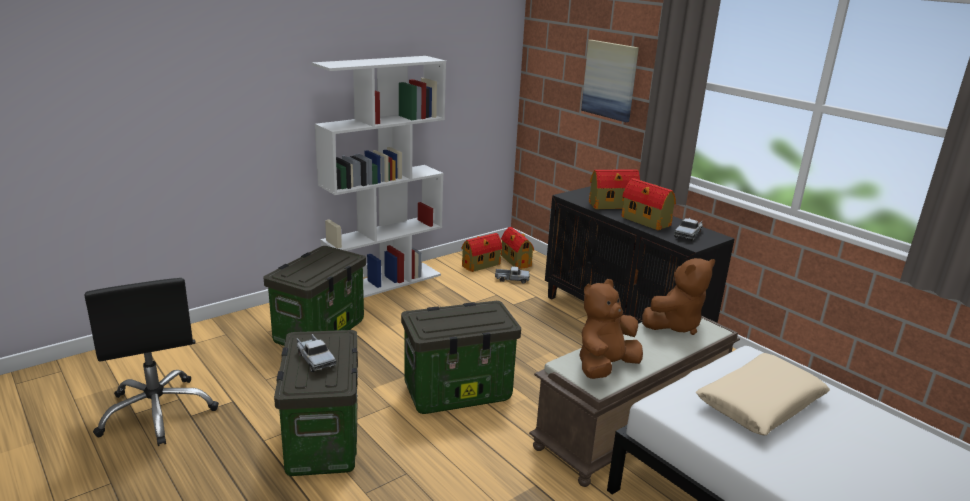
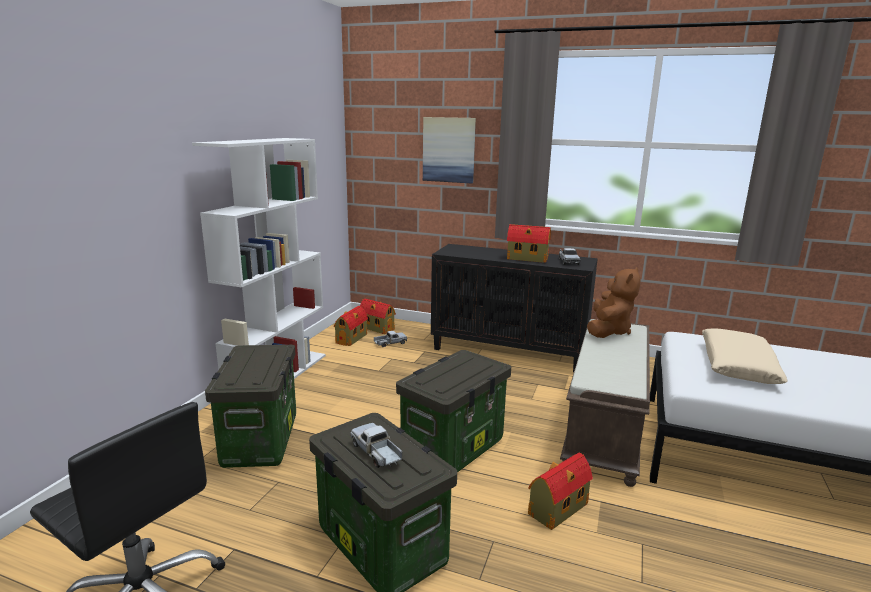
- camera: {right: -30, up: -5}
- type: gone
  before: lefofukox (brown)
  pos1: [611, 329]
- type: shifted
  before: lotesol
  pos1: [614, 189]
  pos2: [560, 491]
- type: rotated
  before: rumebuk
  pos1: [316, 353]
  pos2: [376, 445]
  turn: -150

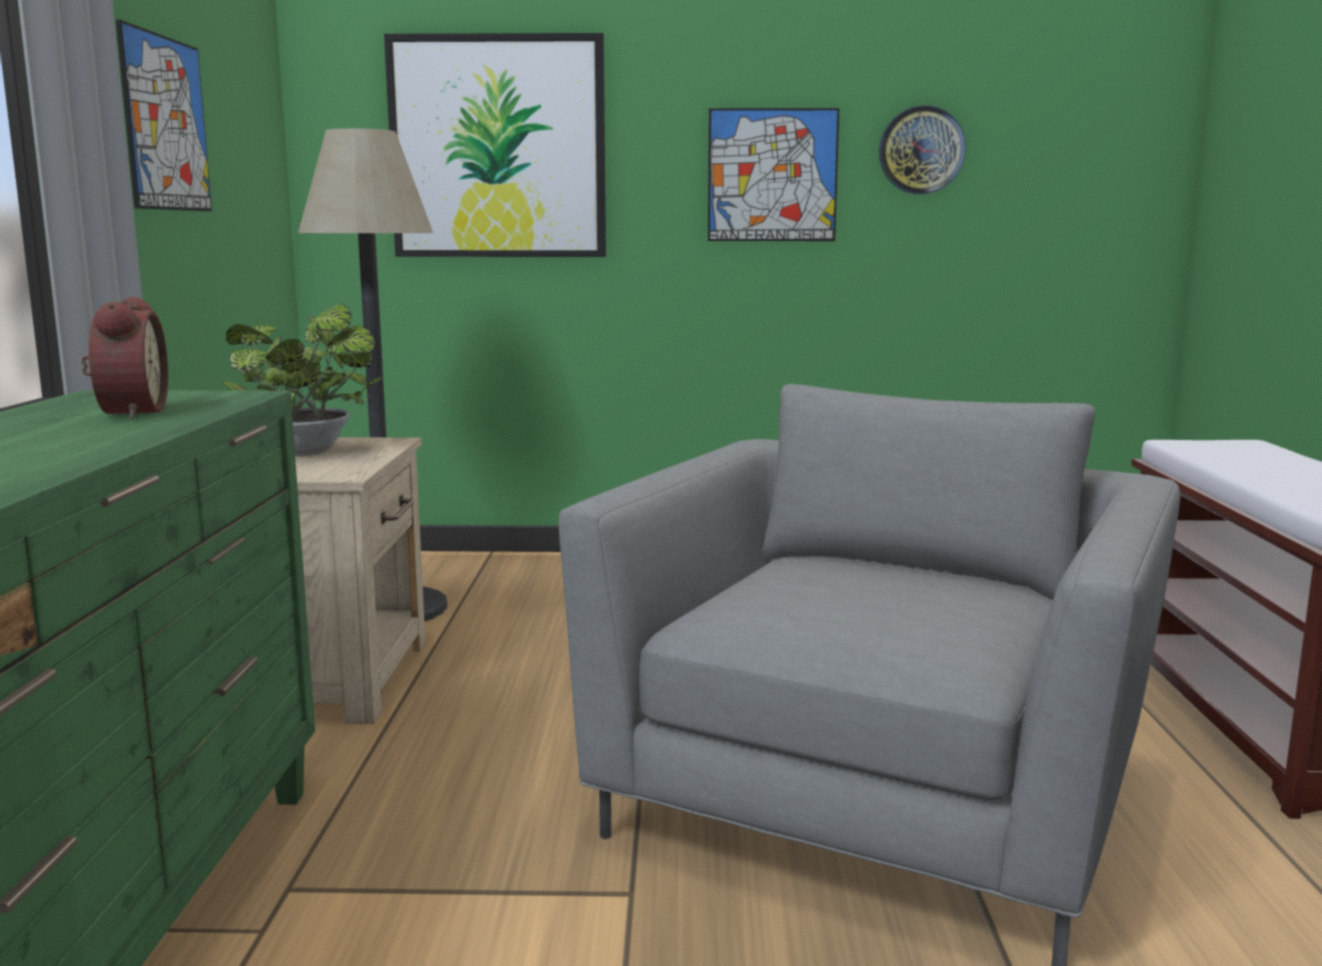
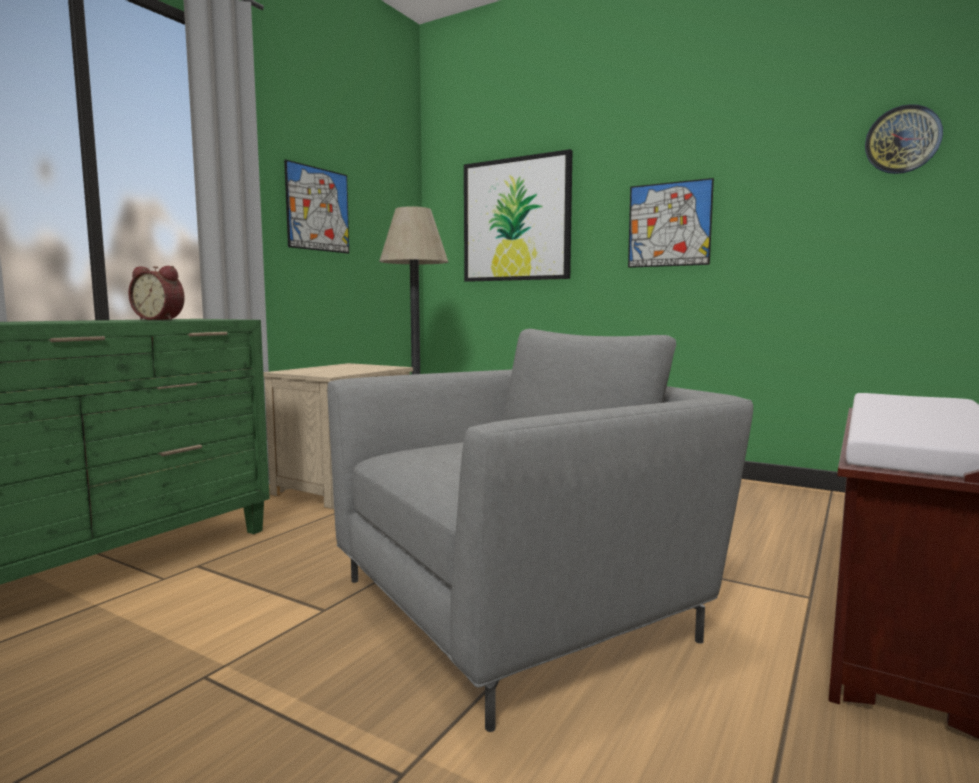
- camera: {right: 30, up: -5}
- type: gone
  before: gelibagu
  pos1: [301, 380]
- type: shifted
  before: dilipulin
  pos1: [922, 149]
  pos2: [904, 139]
- type: rotated
  before: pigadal
  pos1: [124, 358]
  pos2: [156, 293]
  turn: 90

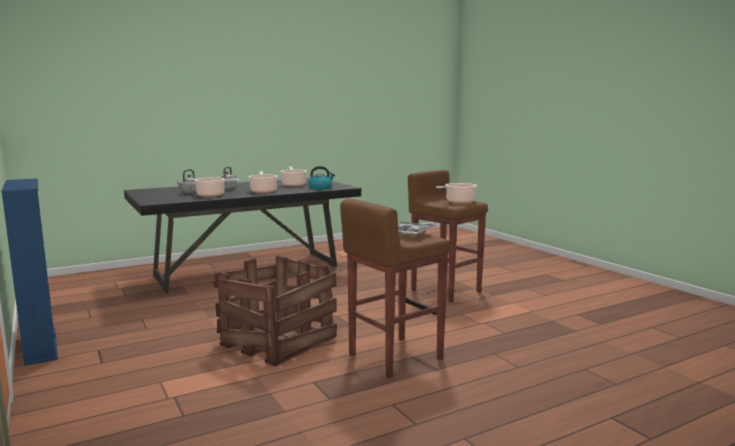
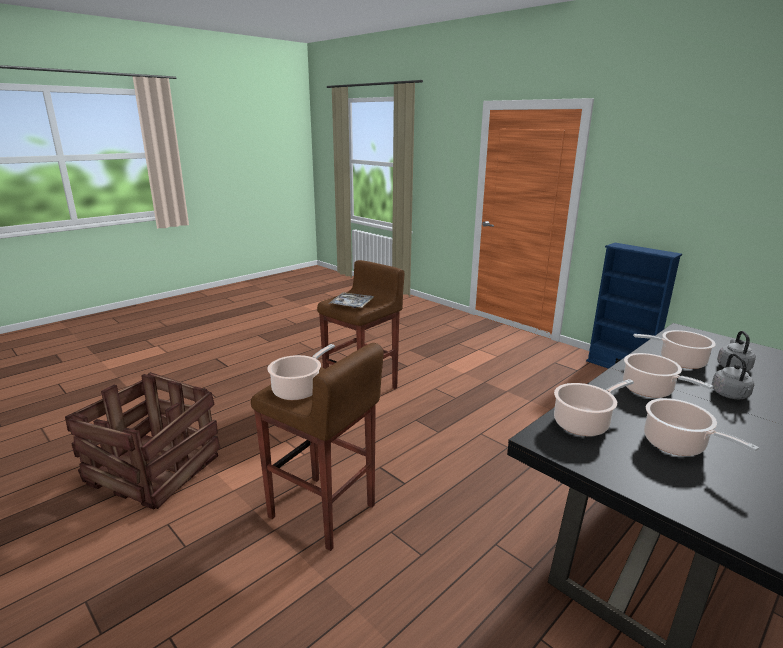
- camera: {right: 165, up: 10}
- type: shifted
  before: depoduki
  pos1: [275, 310]
  pos2: [142, 441]
- type: swapped
  before: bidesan
  after: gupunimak
  pos1: [321, 178]
  pos2: [594, 407]

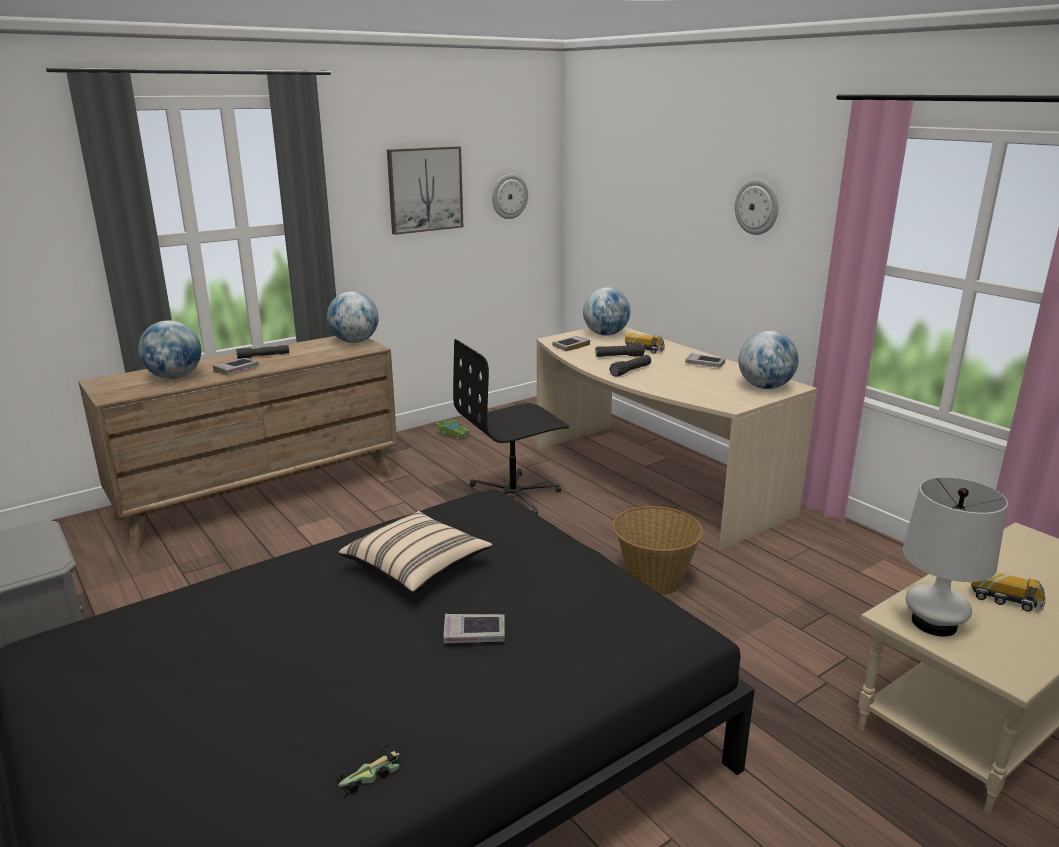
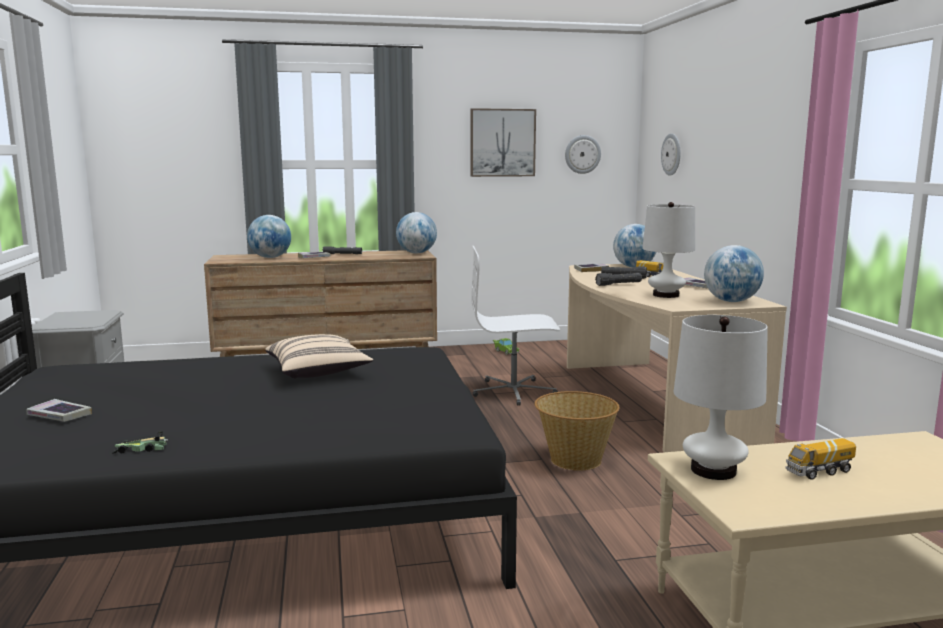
- camera: {right: 25, up: -10}
- type: new
  after: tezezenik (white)
  pos2: [668, 250]
- type: shifted
  before: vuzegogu
  pos1: [474, 628]
  pos2: [59, 410]
- type: shifted
  before: dilipulin
  pos1: [756, 207]
  pos2: [671, 154]
- type: repainted
  before: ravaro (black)
  after: ravaro (white)
  pos1: [511, 427]
  pos2: [515, 326]
- type: rotated
  before: rumebuk
  pos1: [1008, 591]
  pos2: [820, 459]
  turn: 105

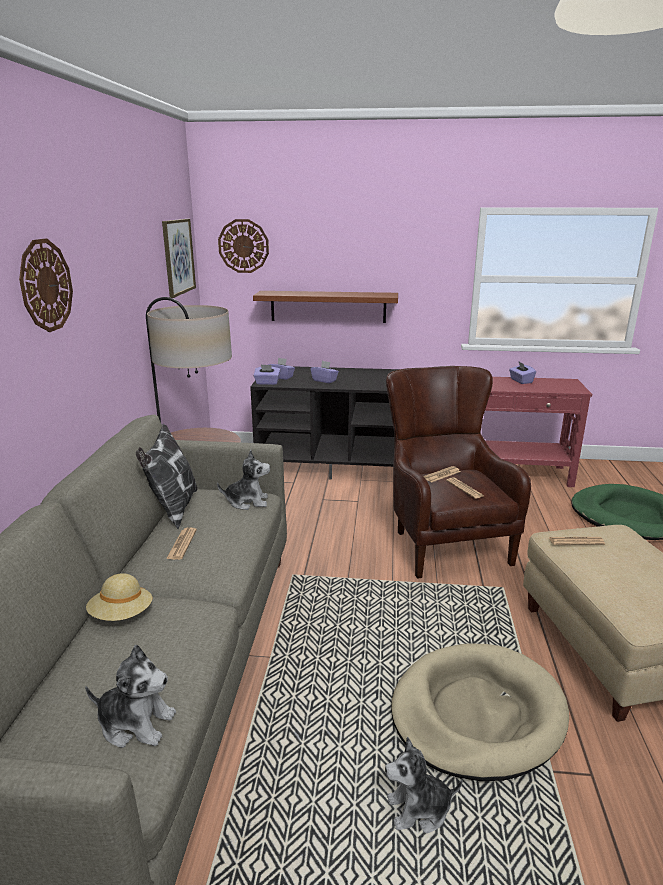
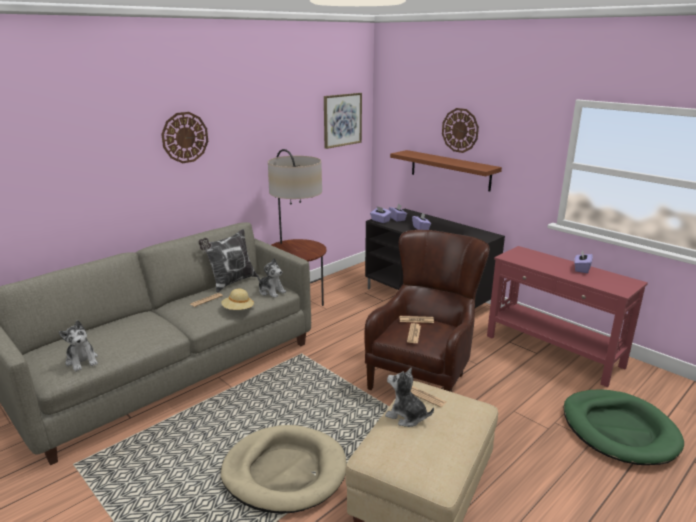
- camera: {right: 40, up: 0}
- type: shifted
  before: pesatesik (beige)
  pos1: [119, 597]
  pos2: [237, 299]
- type: shifted
  before: dilipulin
  pos1: [243, 246]
  pos2: [460, 130]
- type: shifted
  before: lefofukox
  pos1: [424, 785]
  pos2: [409, 397]

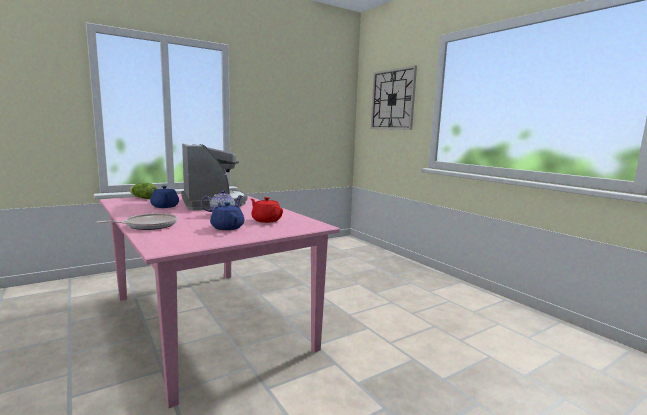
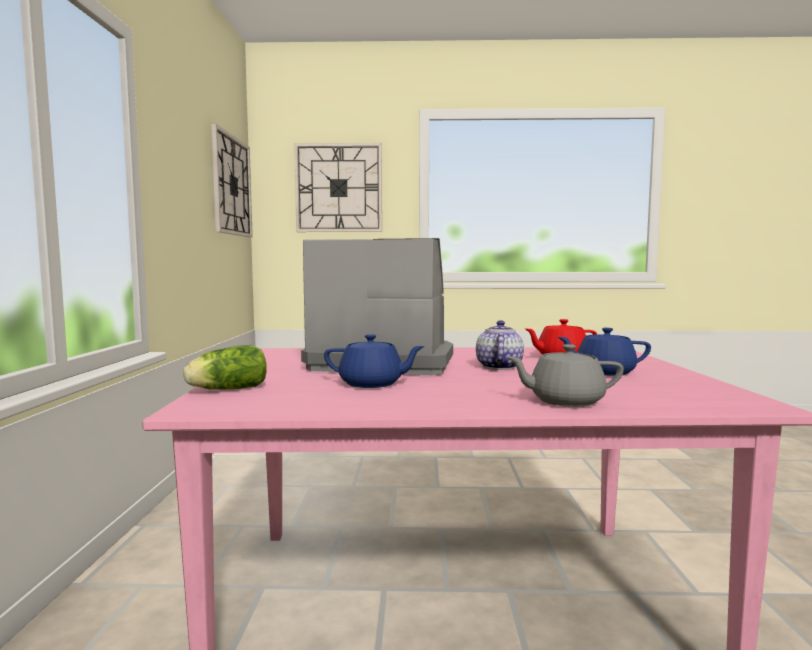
- camera: {right: -55, up: -5}
- type: new
  after: dilipulin
  pos2: [232, 180]
- type: swapped
  before: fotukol
  after: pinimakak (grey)
  pos1: [137, 221]
  pos2: [565, 375]

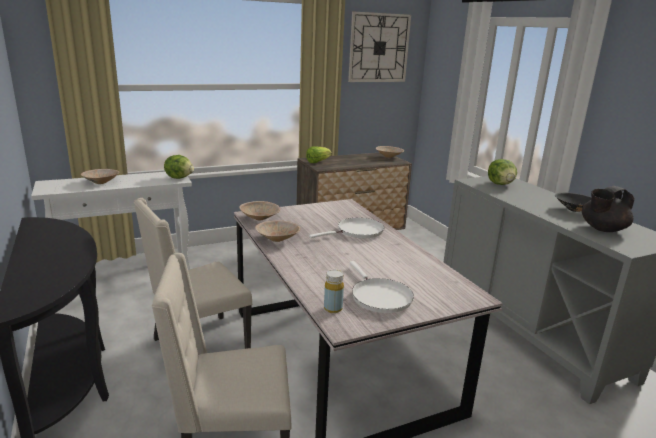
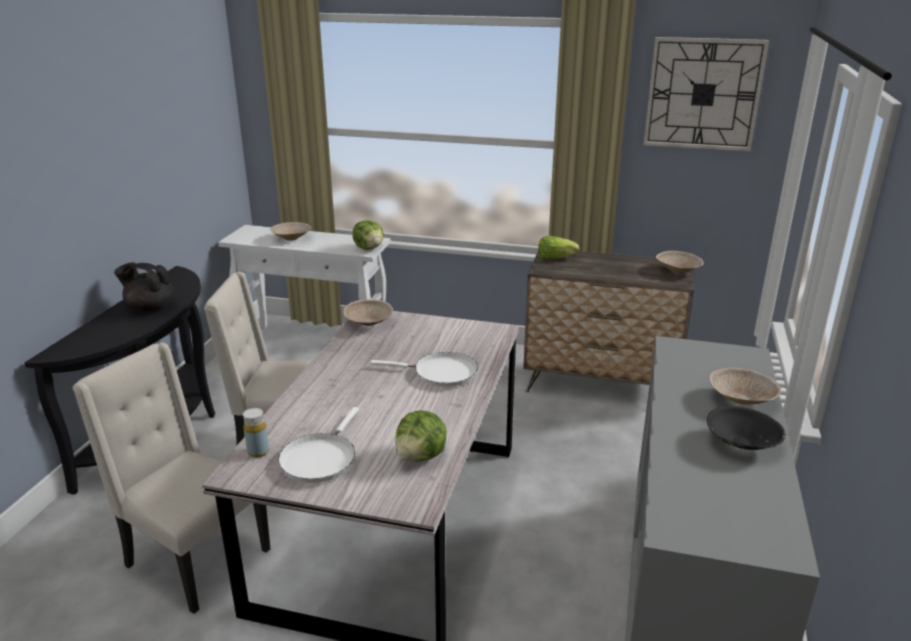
- camera: {right: 40, up: 5}
- type: shifted
  before: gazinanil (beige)
  pos1: [277, 231]
  pos2: [745, 386]
- type: shifted
  before: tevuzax
  pos1: [502, 172]
  pos2: [421, 436]
- type: shifted
  before: pinimakak (black)
  pos1: [608, 209]
  pos2: [144, 287]

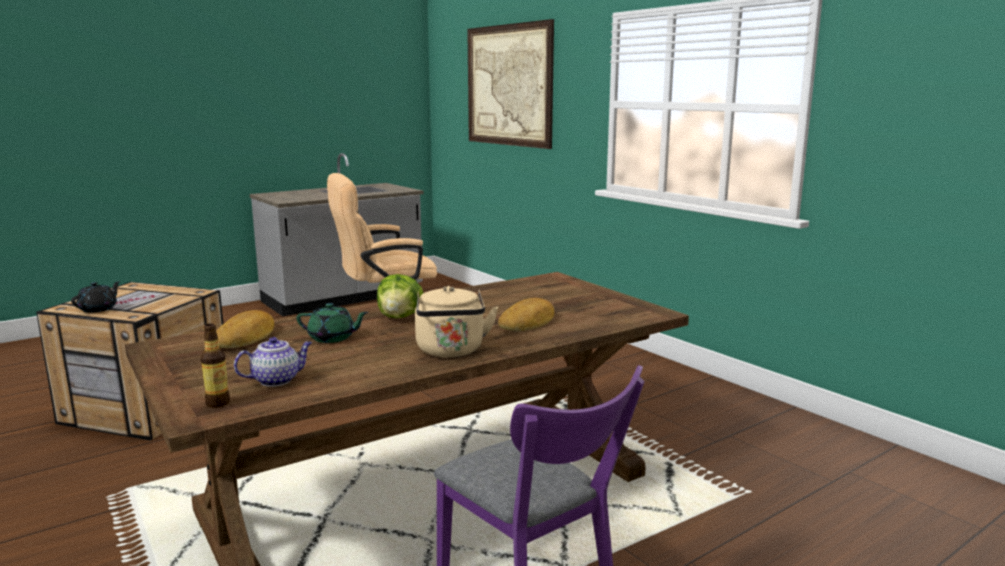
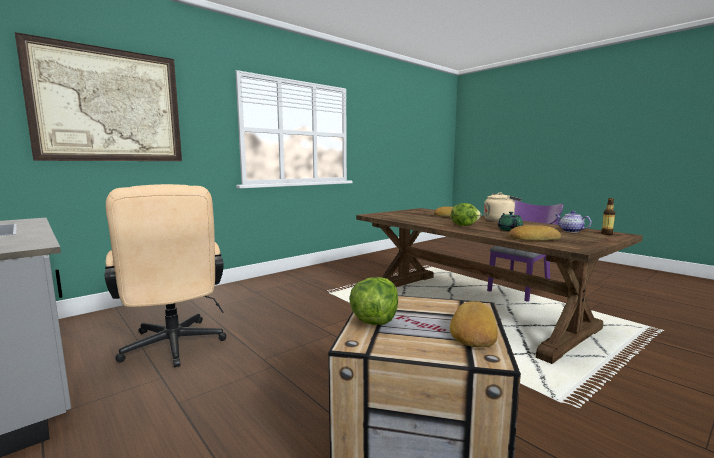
- camera: {right: -95, up: -5}
- type: new
  after: tevuzax
  pos2: [373, 301]
- type: swapped
  before: pinimakak (black)
  after: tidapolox
  pos1: [95, 297]
  pos2: [474, 324]

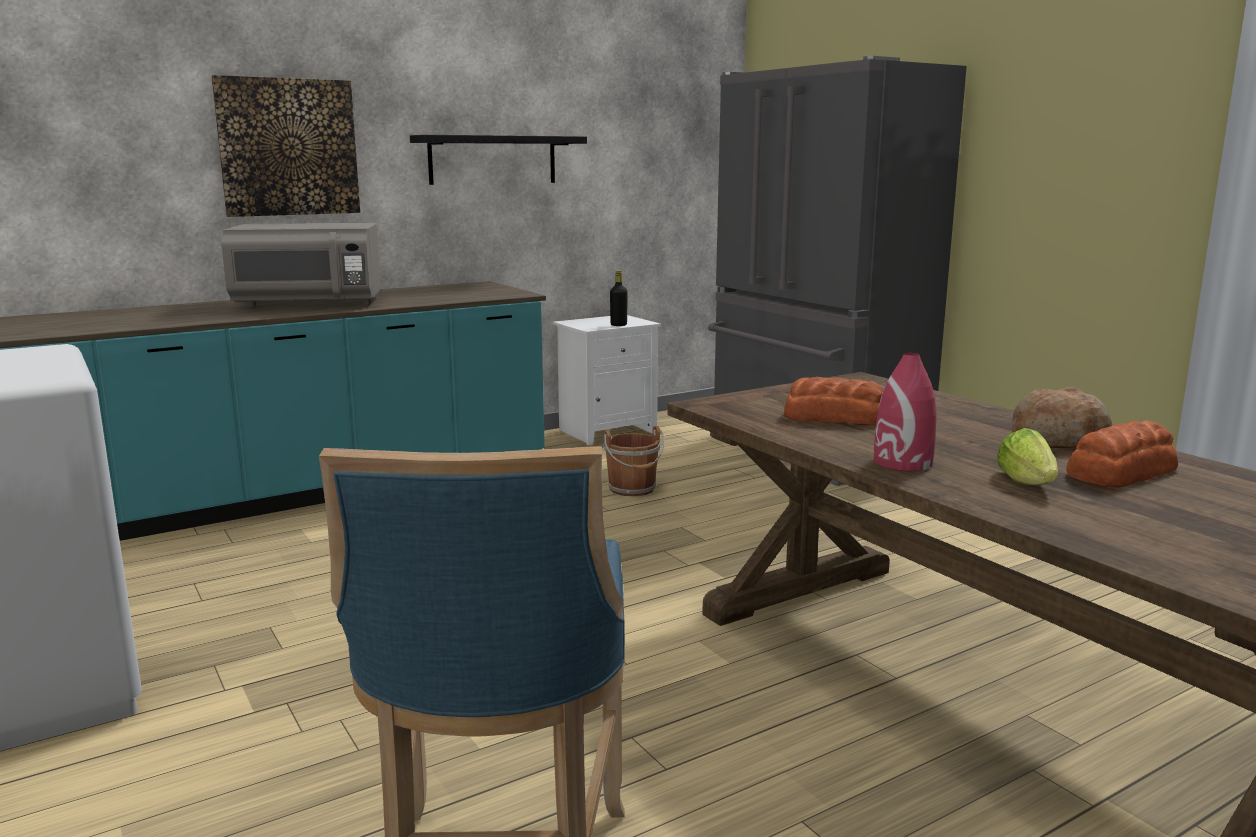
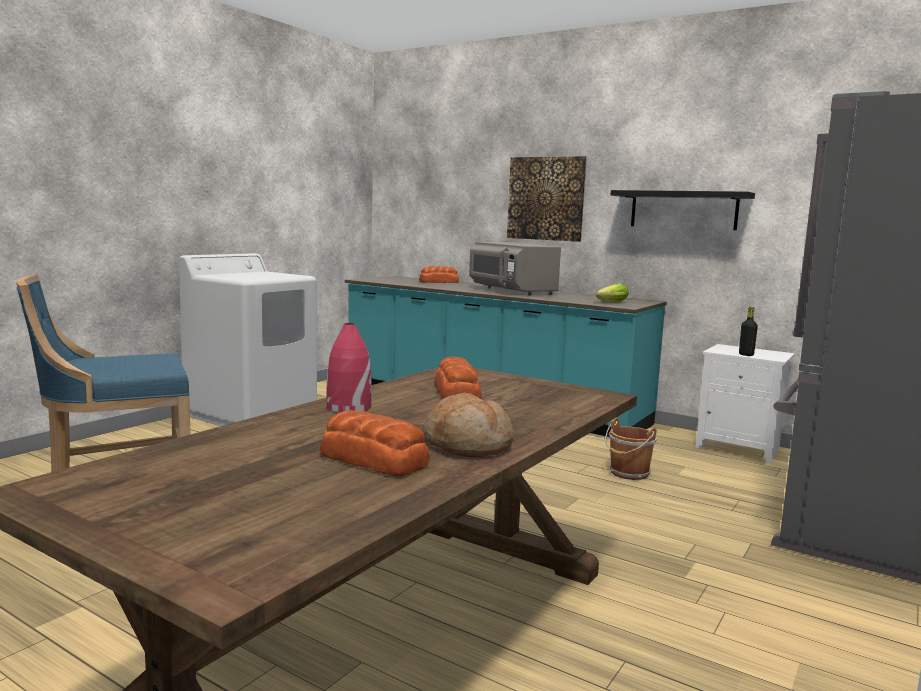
- camera: {right: 65, up: -5}
- type: new
  after: tidapolox
  pos2: [439, 274]
- type: shifted
  before: tevuzax
  pos1: [1027, 456]
  pos2: [612, 293]

